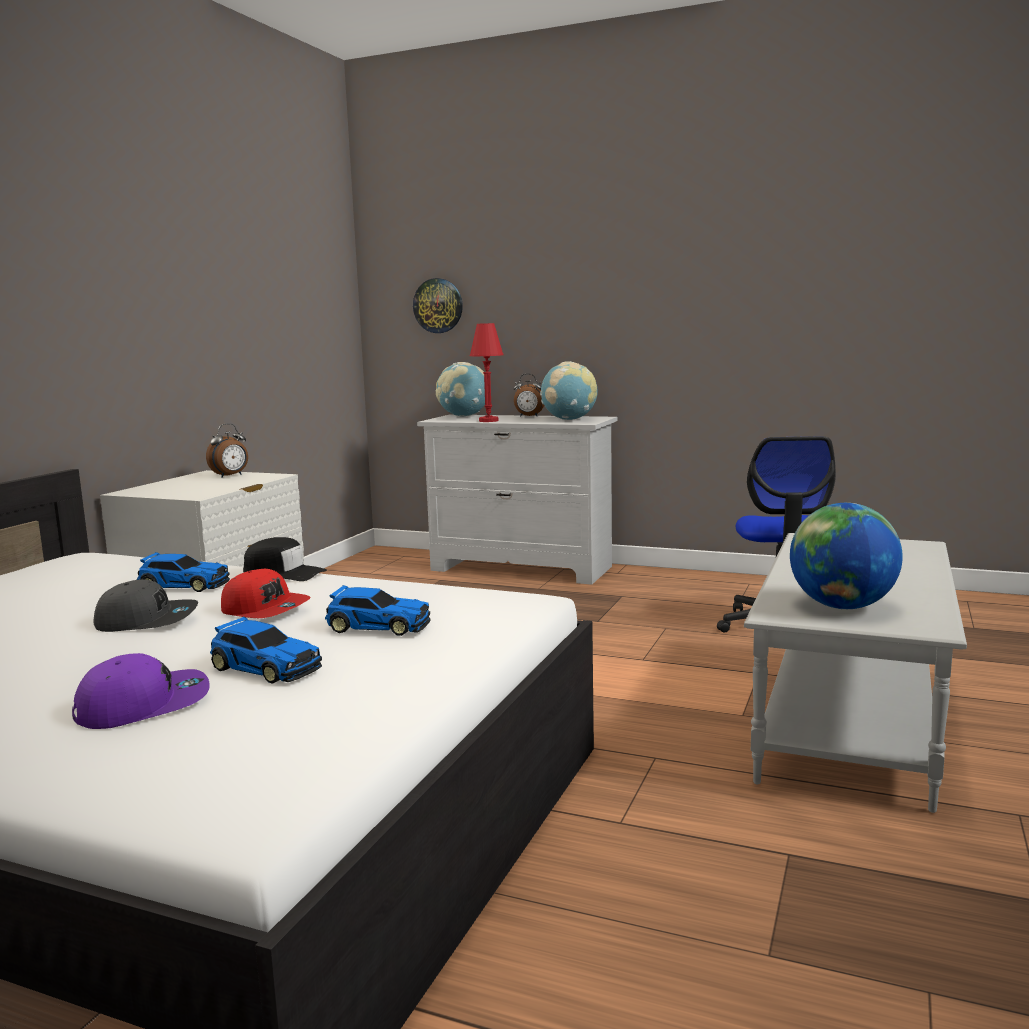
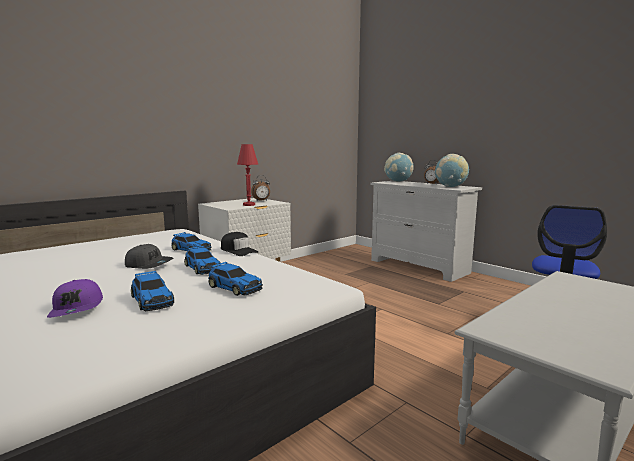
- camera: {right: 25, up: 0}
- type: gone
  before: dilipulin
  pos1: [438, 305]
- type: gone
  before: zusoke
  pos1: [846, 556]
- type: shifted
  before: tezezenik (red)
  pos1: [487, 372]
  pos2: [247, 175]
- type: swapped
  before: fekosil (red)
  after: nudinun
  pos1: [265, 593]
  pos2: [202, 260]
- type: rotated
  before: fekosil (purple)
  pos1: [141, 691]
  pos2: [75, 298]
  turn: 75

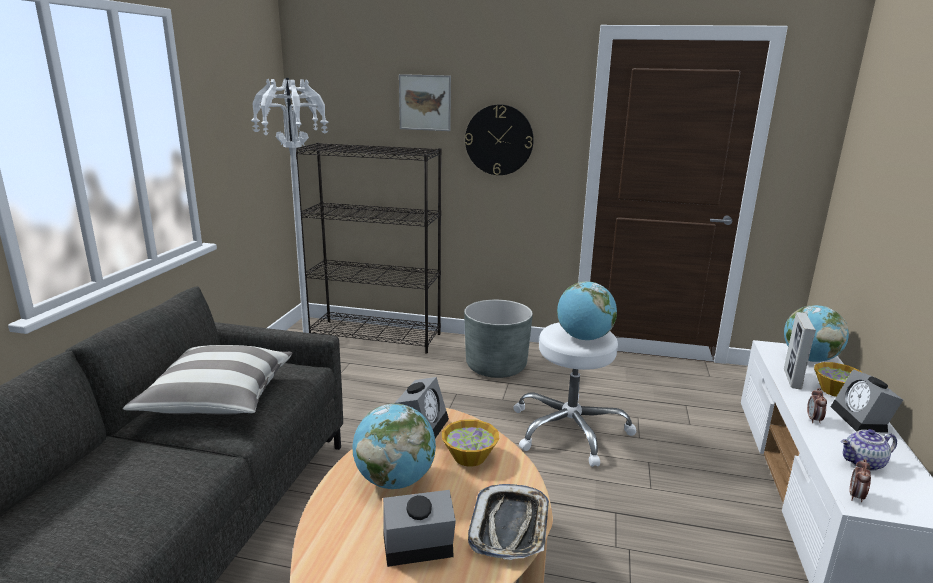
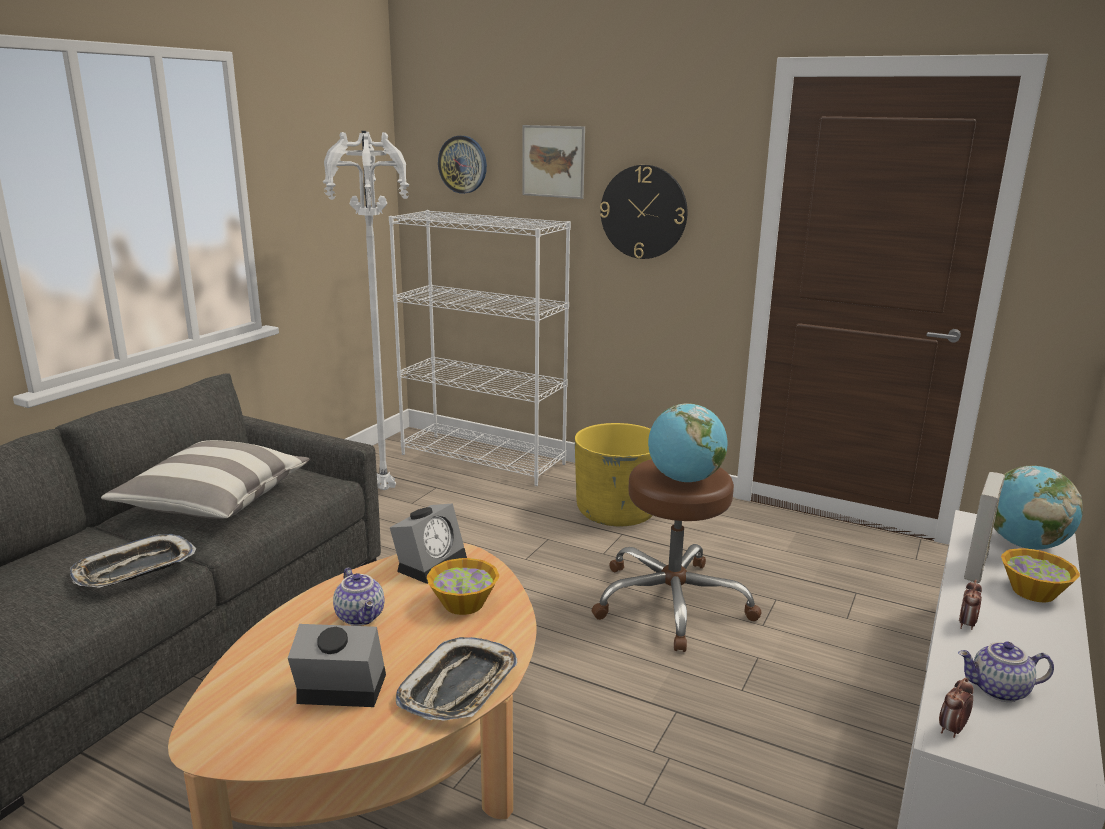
- camera: {right: 15, up: 0}
- type: gone
  before: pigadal
  pos1: [867, 401]
- type: new
  after: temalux
  pos2: [133, 561]
- type: new
  after: dilipulin
  pos2: [462, 165]
- type: swapped
  before: zusoke
  after: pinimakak
  pos1: [394, 446]
  pos2: [358, 597]
- type: repainted
  before: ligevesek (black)
  after: ligevesek (white)
  pos1: [369, 248]
  pos2: [480, 348]
- type: repainted
  before: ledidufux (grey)
  after: ledidufux (yellow)
  pos1: [498, 339]
  pos2: [614, 474]
- type: repainted
  before: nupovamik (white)
  after: nupovamik (brown)
  pos1: [575, 395]
  pos2: [676, 555]

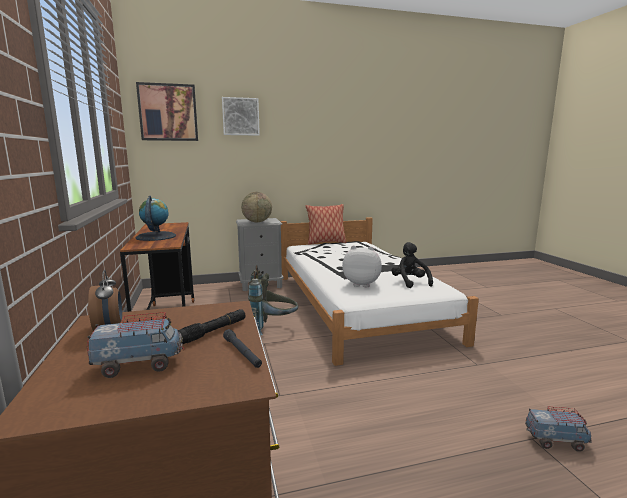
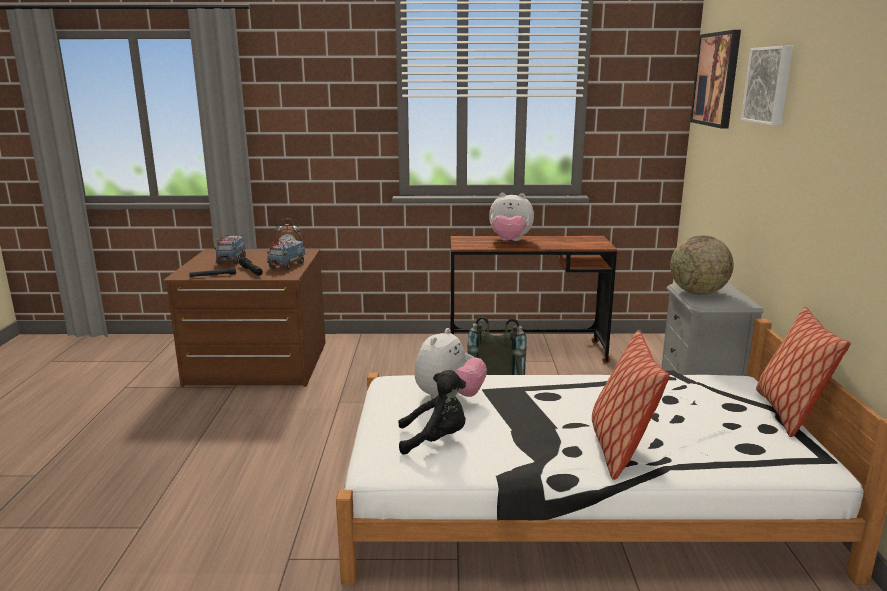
- camera: {right: 105, up: 5}
- type: new
  after: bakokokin
  pos2: [630, 405]
- type: shifted
  before: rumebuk
  pos1: [558, 429]
  pos2: [286, 254]
- type: swapped
  before: zusoke
  after: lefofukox
  pos1: [156, 218]
  pos2: [511, 217]

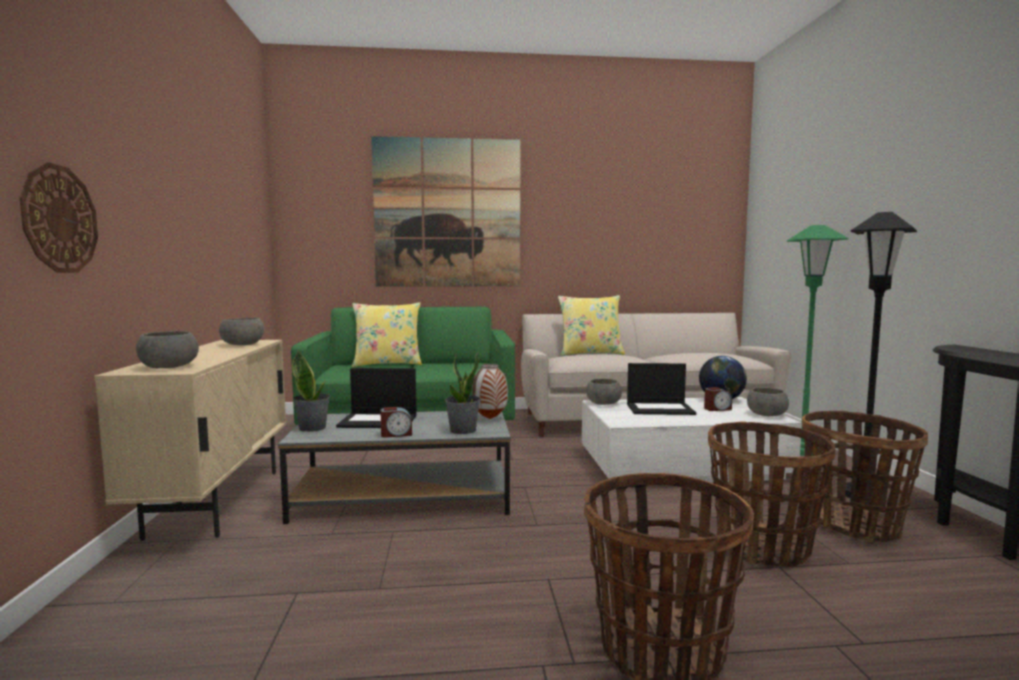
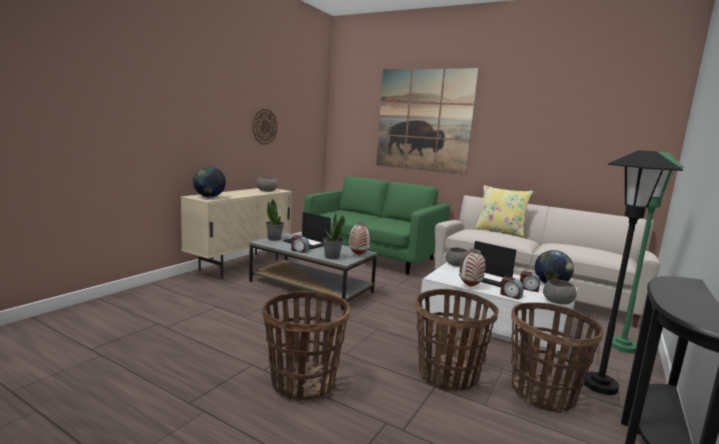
- camera: {right: 35, up: 5}
- type: gone
  before: bakokokin (yellow)
  pos1: [387, 334]
- type: new
  after: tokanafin
  pos2: [472, 268]
- type: new
  after: pigadal
  pos2: [512, 288]
- type: shifted
  before: dilipulin
  pos1: [59, 217]
  pos2: [265, 127]
- type: swapped
  before: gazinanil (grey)
  after: zusoke
  pos1: [167, 349]
  pos2: [209, 182]

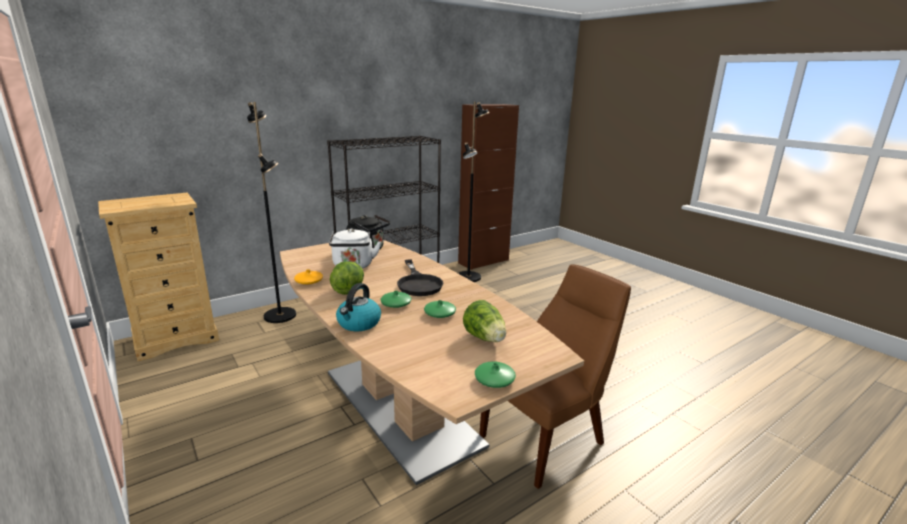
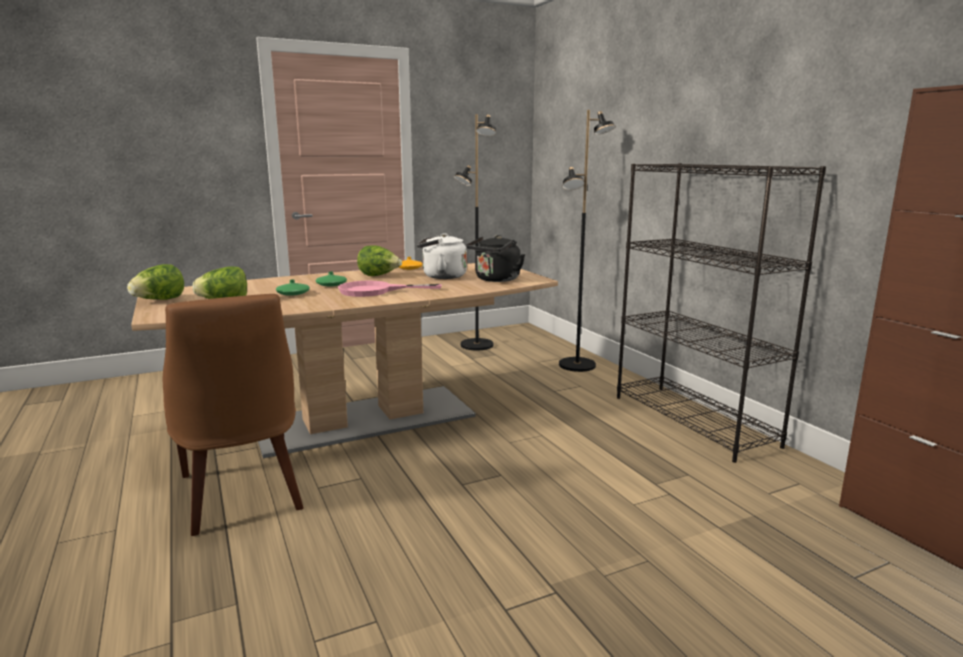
- camera: {right: 100, up: -5}
- type: gone
  before: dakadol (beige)
  pos1: [158, 277]
- type: gone
  before: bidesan
  pos1: [358, 307]
- type: shifted
  before: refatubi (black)
  pos1: [474, 192]
  pos2: [475, 232]
- type: swapped
  before: tokanafin (green)
  after: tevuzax
  pos1: [495, 374]
  pos2: [155, 282]
- type: repainted
  before: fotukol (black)
  after: fotukol (pink)
  pos1: [420, 278]
  pos2: [390, 289]

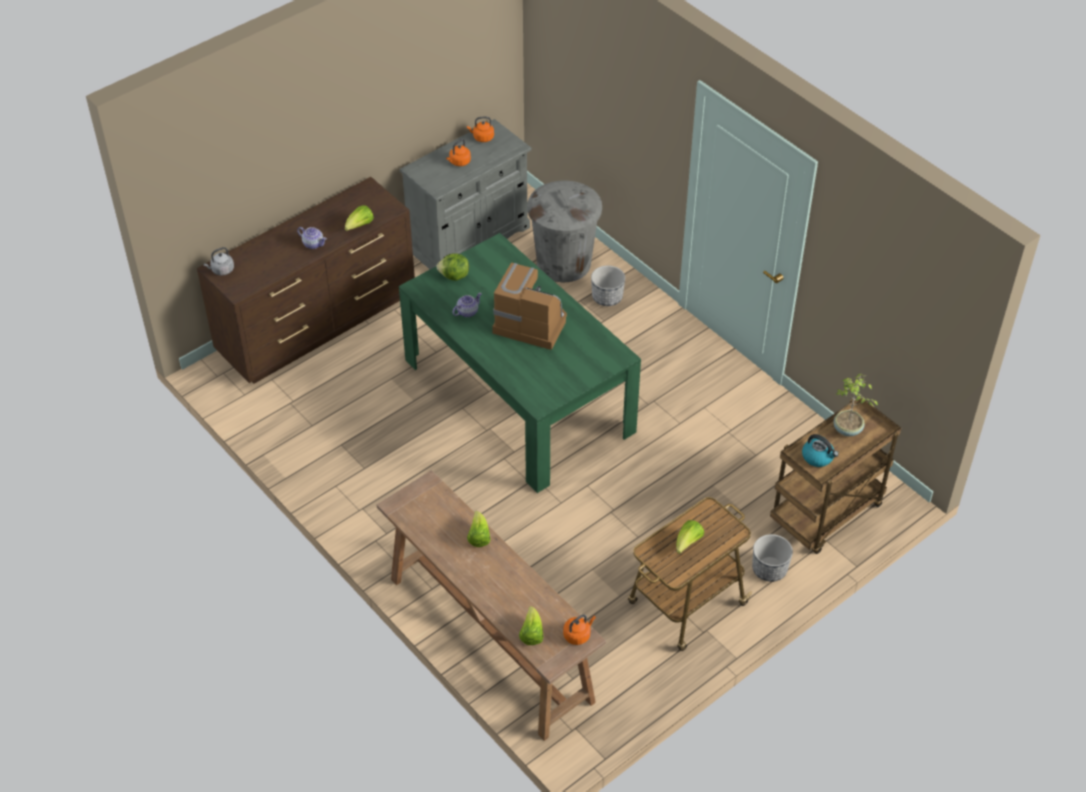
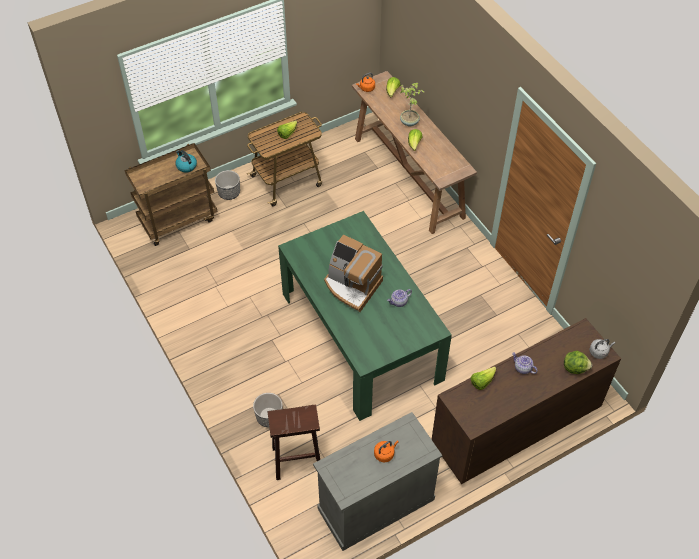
- camera: {right: -170, up: 5}
- type: gone
  before: bidesan (orange)
  pos1: [480, 129]
- type: shifted
  before: tevuzax
  pos1: [452, 267]
  pos2: [578, 362]
- type: shifted
  before: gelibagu
  pos1: [856, 404]
  pos2: [412, 104]
- type: swapped
  before: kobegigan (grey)
  after: nupovamik (brown)
  pos1: [564, 231]
  pos2: [294, 442]

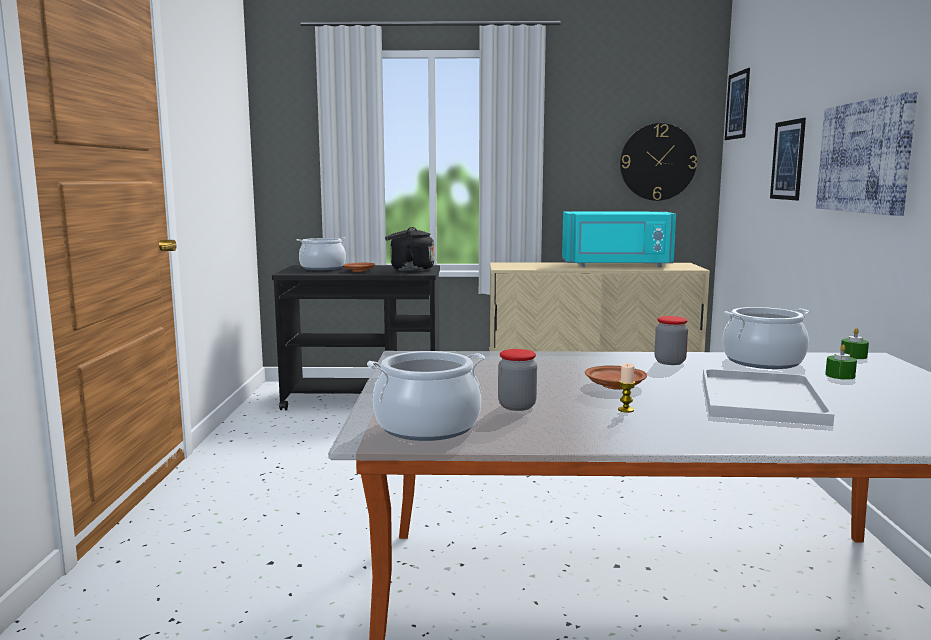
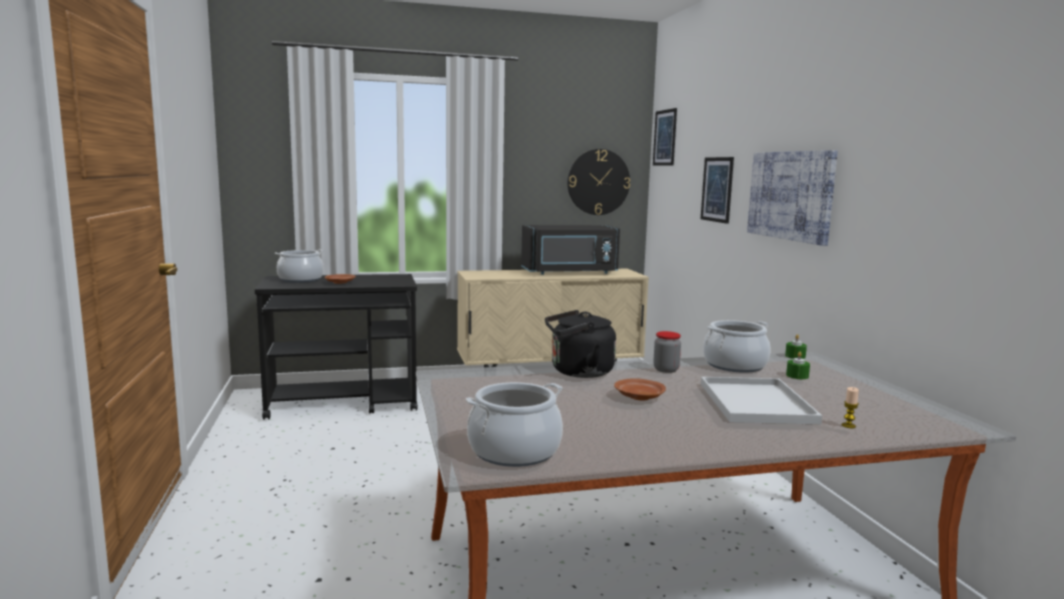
- camera: {right: -15, up: 0}
- type: gone
  before: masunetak
  pos1: [517, 380]
- type: shifted
  before: bidesan (black)
  pos1: [409, 249]
  pos2: [580, 344]
- type: shifted
  before: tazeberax
  pos1: [626, 388]
  pos2: [850, 407]
- type: repainted
  before: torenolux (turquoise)
  after: torenolux (black)
  pos1: [619, 239]
  pos2: [570, 250]

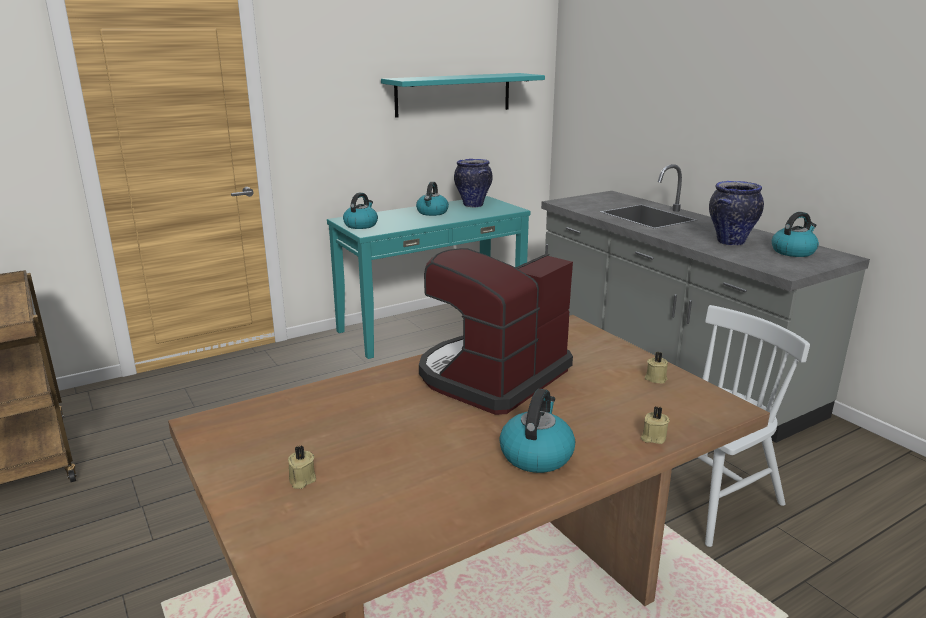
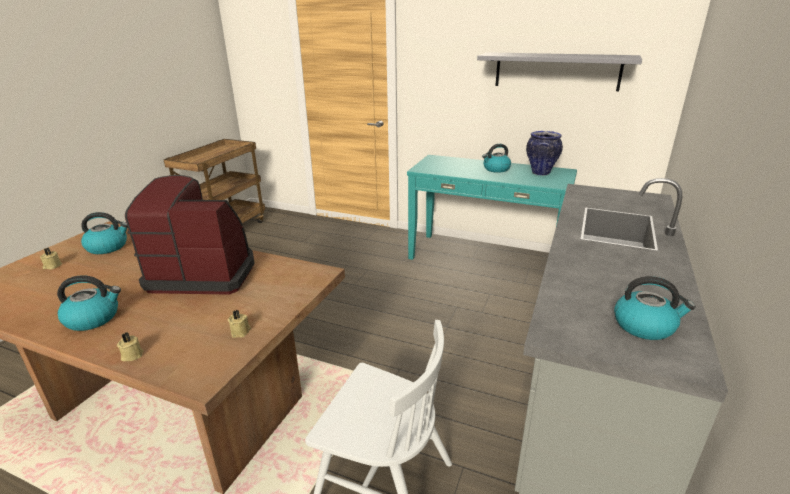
- camera: {right: 55, up: 5}
- type: gone
  before: tokanafin
  pos1: [736, 213]
- type: shifted
  before: bidesan
  pos1: [360, 211]
  pos2: [104, 233]
- type: repainted
  before: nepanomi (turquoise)
  after: nepanomi (grey)
  pos1: [463, 95]
  pos2: [559, 71]

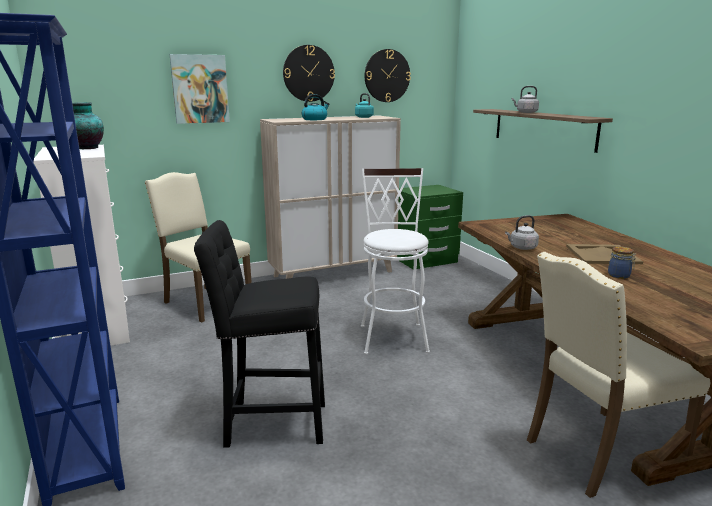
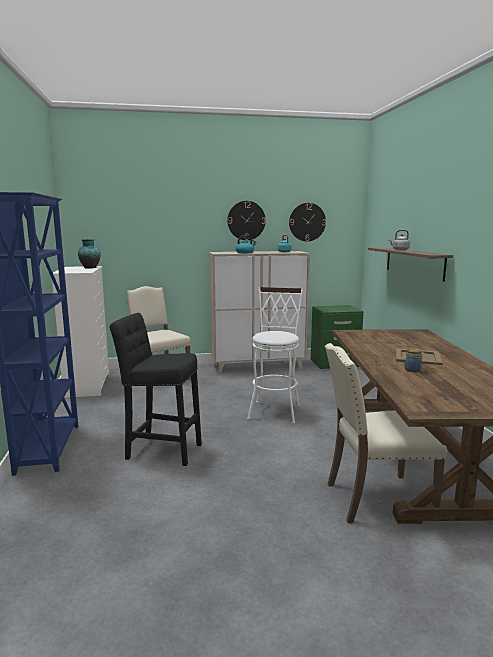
- camera: {right: 15, up: -5}
- type: gone
  before: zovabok
  pos1: [200, 89]
- type: gone
  before: bidesan (grey)
  pos1: [522, 232]

